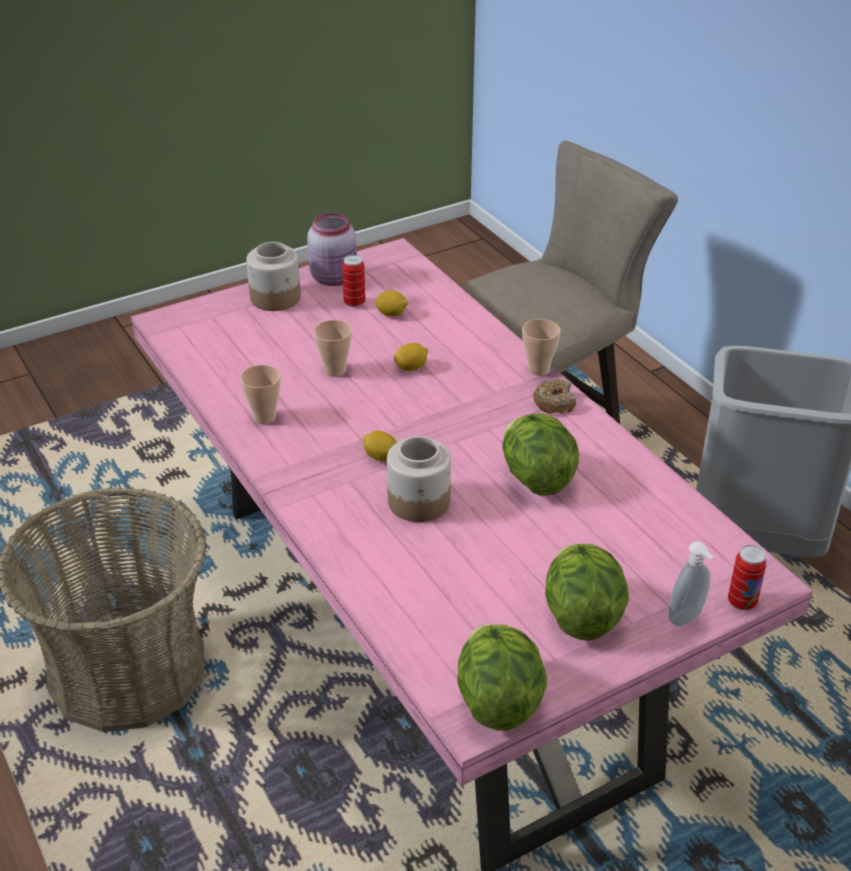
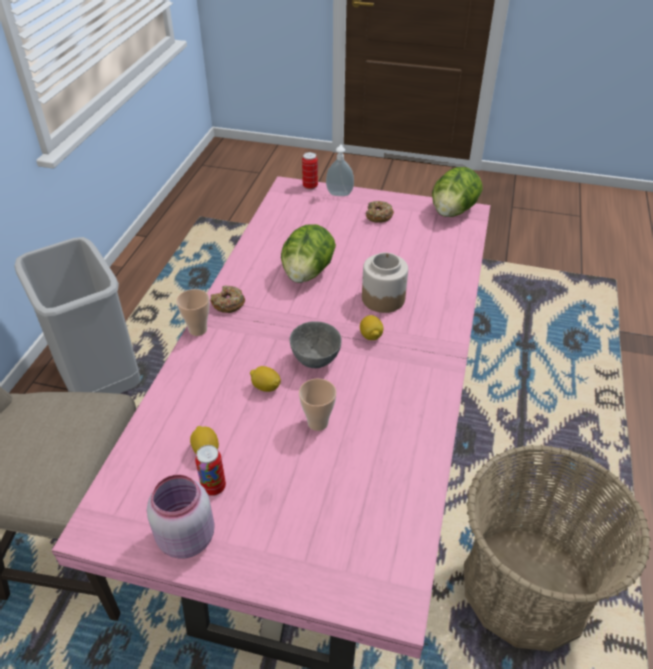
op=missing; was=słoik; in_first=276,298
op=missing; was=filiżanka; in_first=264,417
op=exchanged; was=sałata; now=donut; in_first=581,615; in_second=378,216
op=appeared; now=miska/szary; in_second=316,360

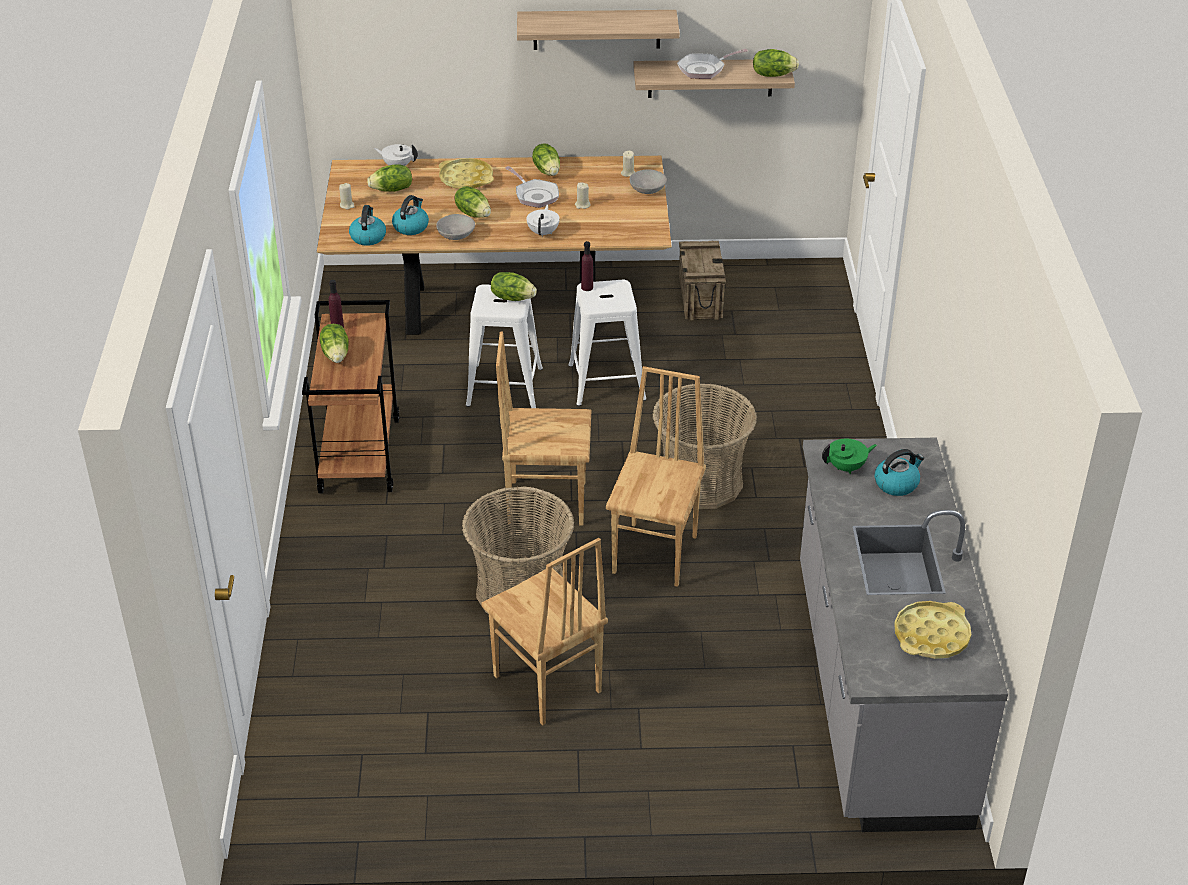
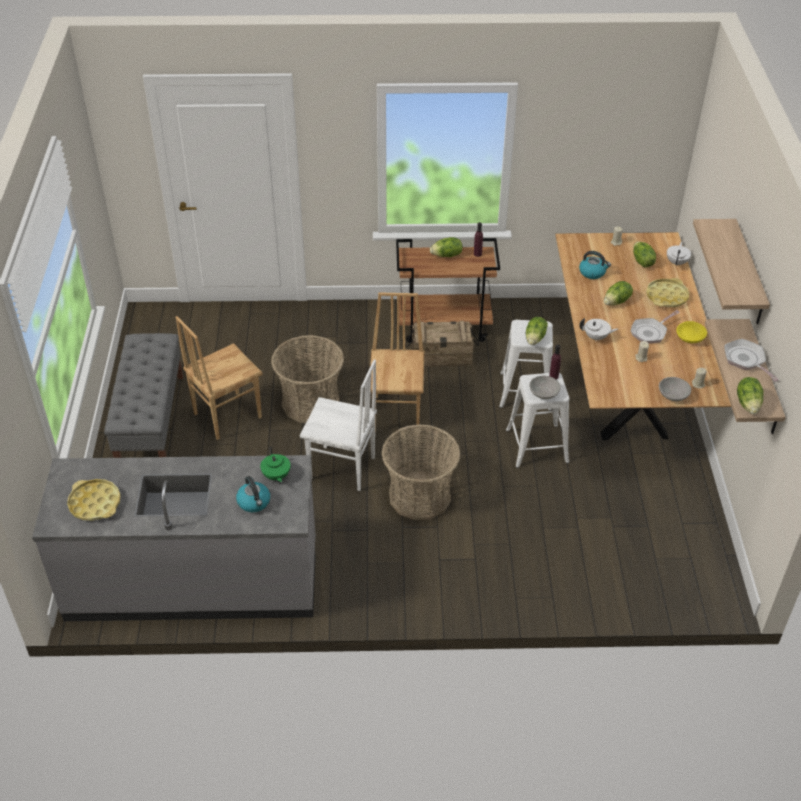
op=exchanged; was=sałata; now=miska/żółty; in_first=547,171; in_second=690,339
op=missing; was=czajnik; in_first=368,237
op=relocated; was=miska/szary; in_first=456,236; in_second=544,393
op=relocated; was=skrzynka; in_first=699,297; in_second=441,356
op=colour; was=krzesło/brązowy; now=krzesło/biały; in_first=656,554; in_second=342,469
op=appeared; now=ławka/szary; in_second=151,421

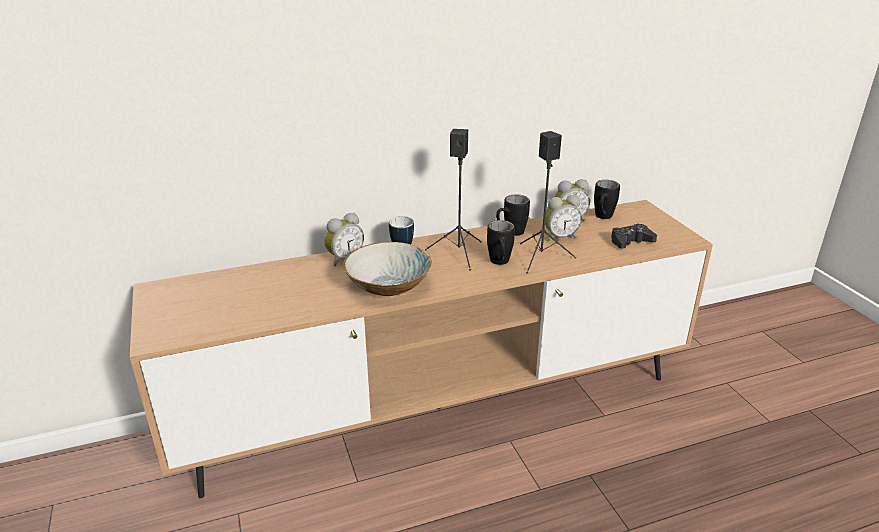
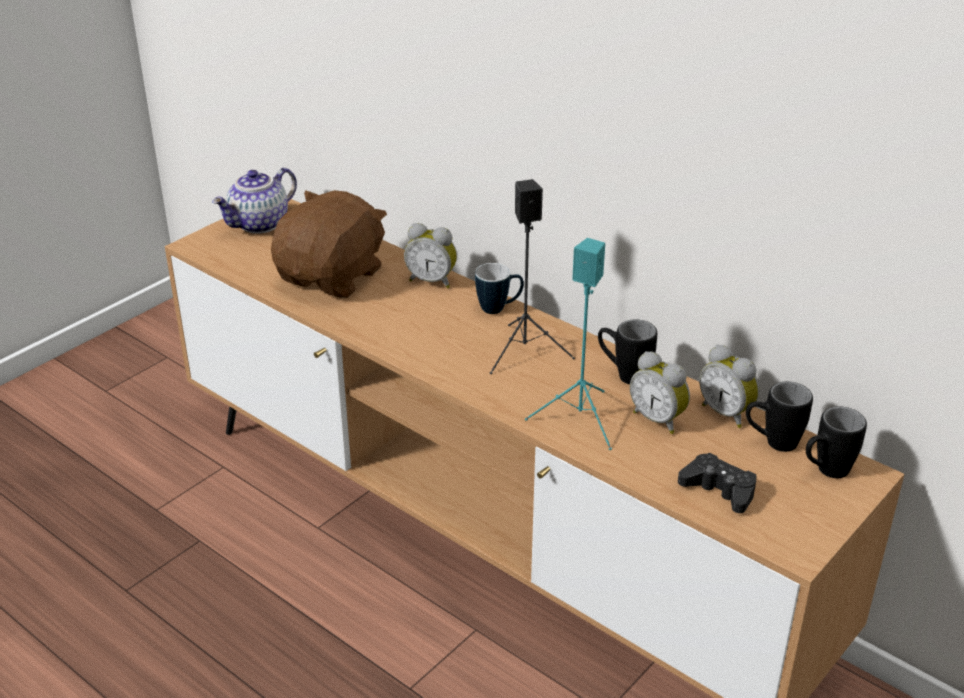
op=colour; was=głośnik/czarny; now=głośnik/turkusowy; in_first=541,257; in_second=580,420
op=relocated; was=kubek/czarny; in_first=500,263; in_second=825,472
op=missing; was=miska; in_first=388,286
op=appeared; now=imbryk; in_second=259,224
op=appeared; now=pluszak/brązowy; in_second=333,277

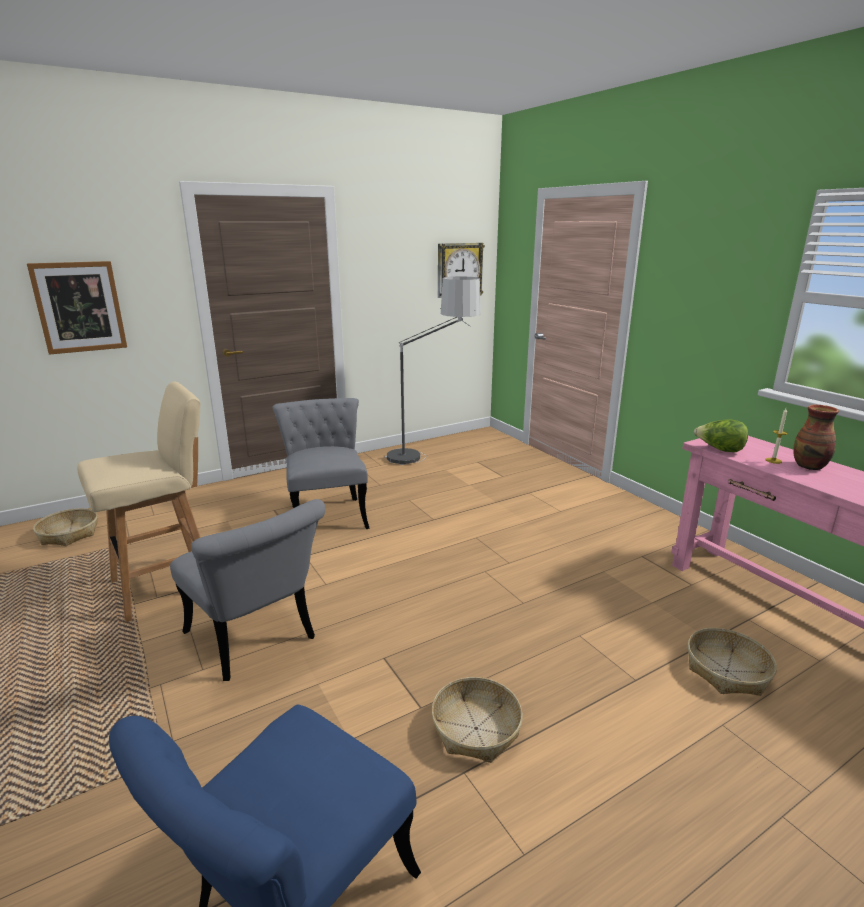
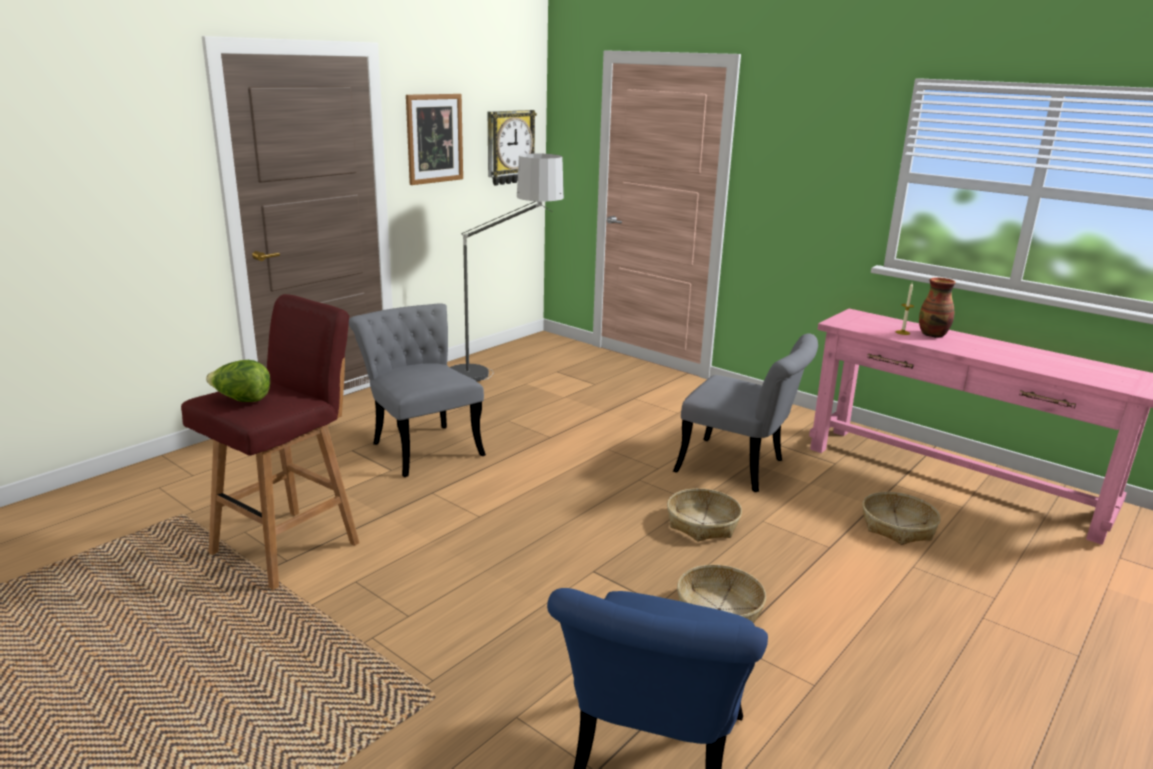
op=relocated; was=obraz; in_first=79,307; in_second=434,138
op=colour; was=stołek/beżowy; now=stołek/czerwony; in_first=167,585; in_second=289,547
op=relocated; was=sałata; in_first=719,450; in_second=241,400
op=relocated; was=krzesło/szary; in_first=257,641; in_second=741,468
op=relocated; was=koszyk; in_first=69,534; in_second=703,524

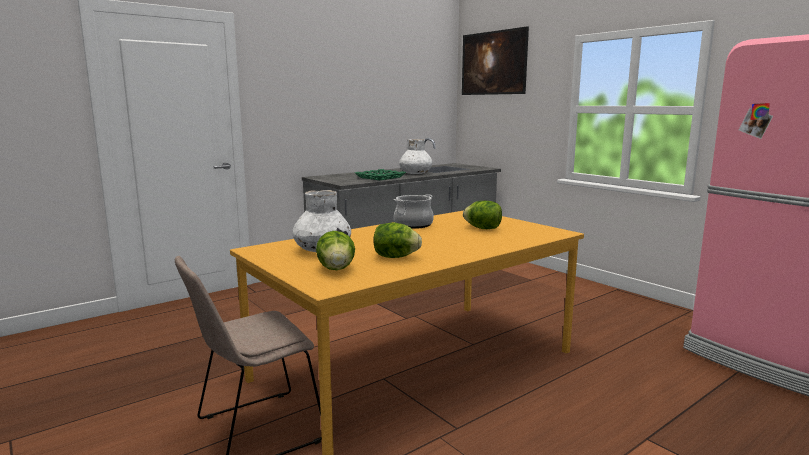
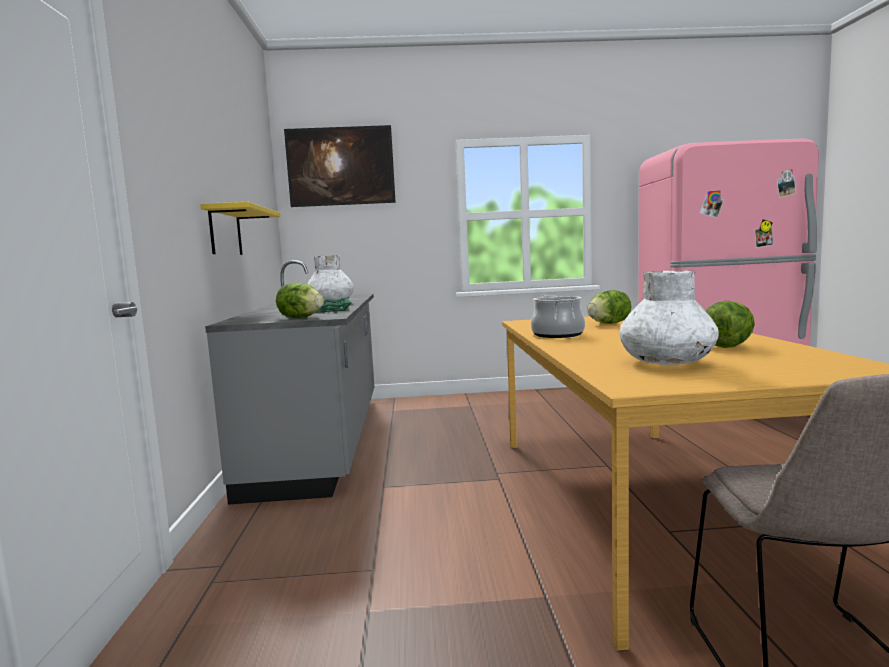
op=relocated; was=sałata; in_first=336,269; in_second=301,318
op=appeared; now=półka/żółty; in_second=225,232

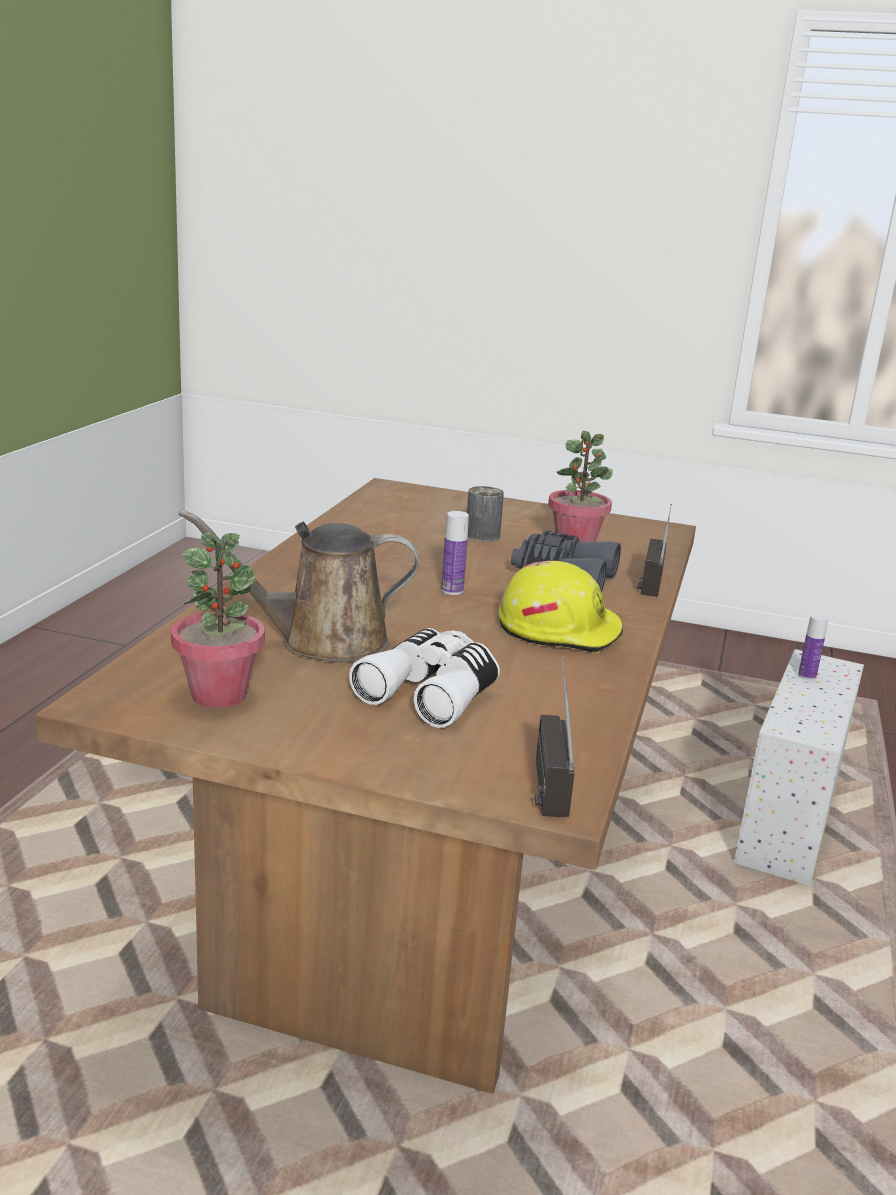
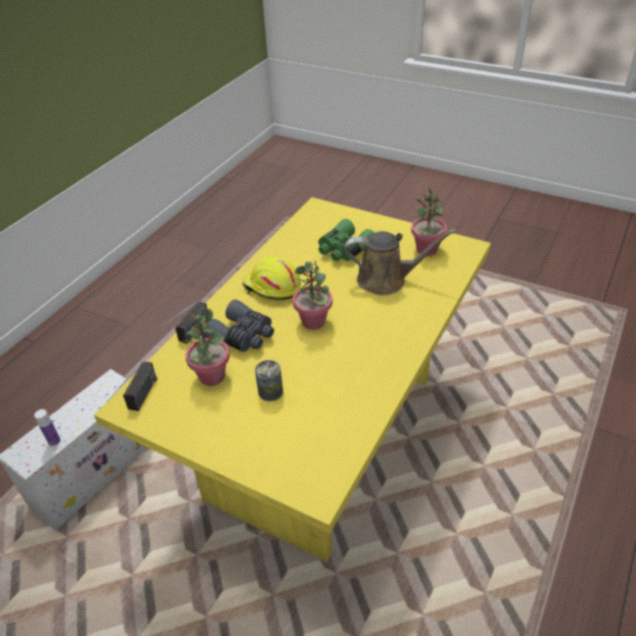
op=colour; was=stół jadalny/brązowy; now=stół jadalny/żółty; in_first=429,890; in_second=323,434
op=exchanged; was=butelka; now=roślina doniczkowa; in_first=452,590; in_second=314,321
op=colour; was=lornetka/biały; now=lornetka/zielony; in_first=432,692; in_second=344,250
op=relocated; was=radio; in_first=546,772; in_second=138,402

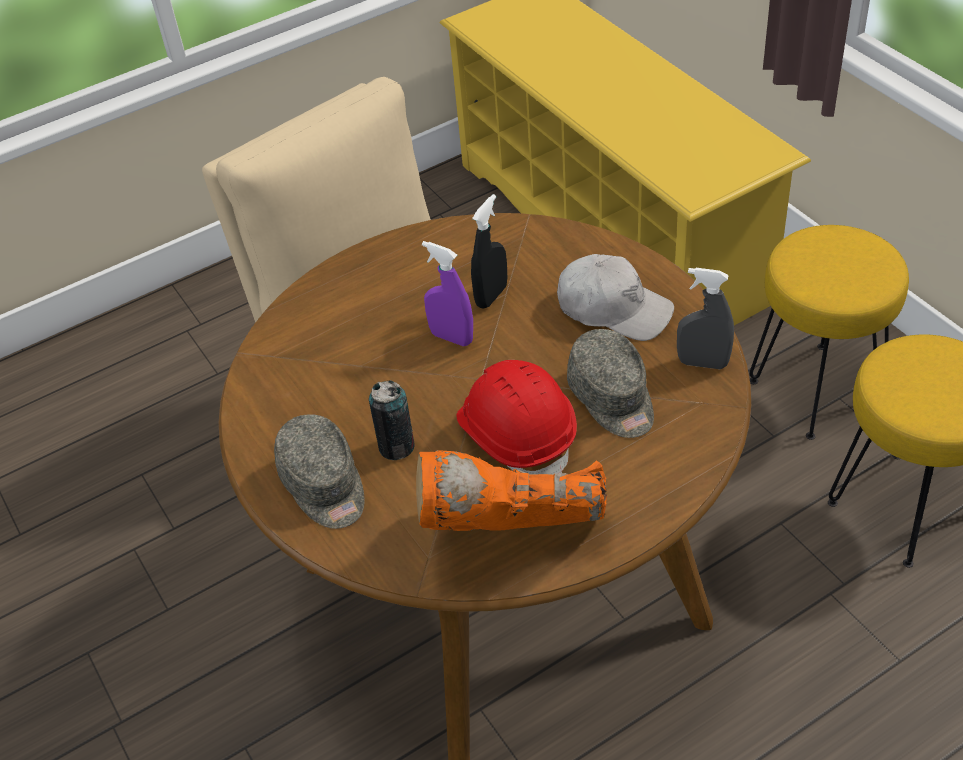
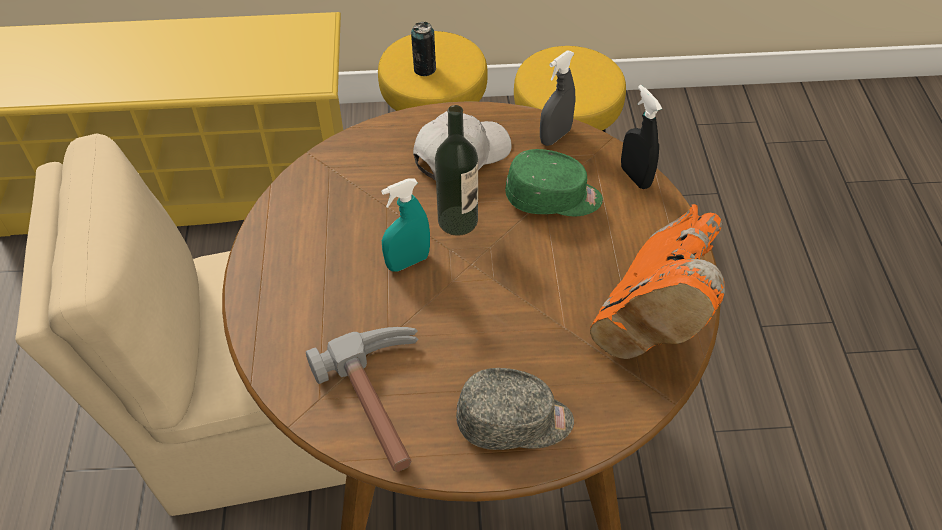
op=relocated; was=spryskiwacz/czarny; in_first=491,296; in_second=635,177
op=colour; was=spryskiwacz/fioletowy; now=spryskiwacz/turkusowy; in_first=451,337; in_second=408,262
op=colour; was=czapka z daszkiem/szary; now=czapka z daszkiem/zielony; in_first=612,399; in_second=553,198
op=missing; was=kask/czerwony; in_first=517,435
op=relocated; was=puszka; in_first=396,447; in_second=424,69
op=appeared; now=butelka; in_second=458,220
op=appeared; now=młotek; in_second=388,402

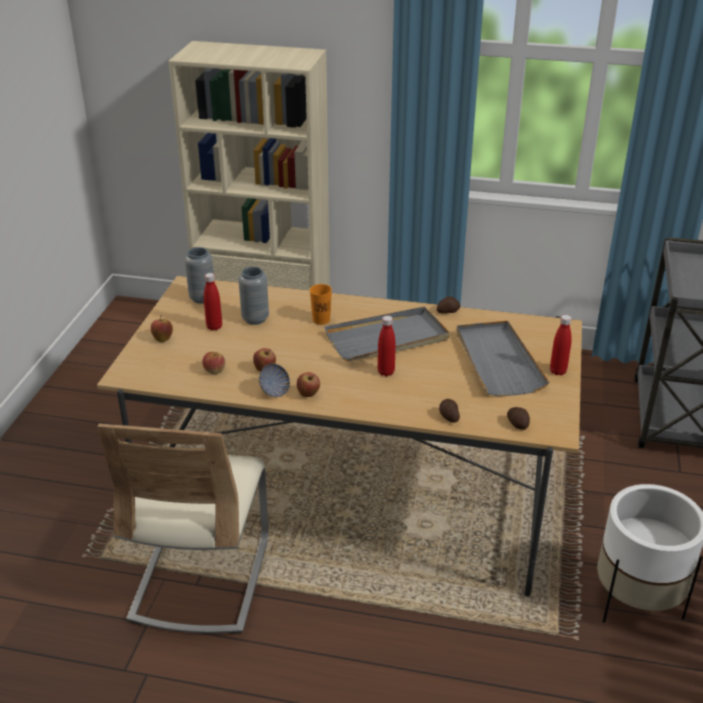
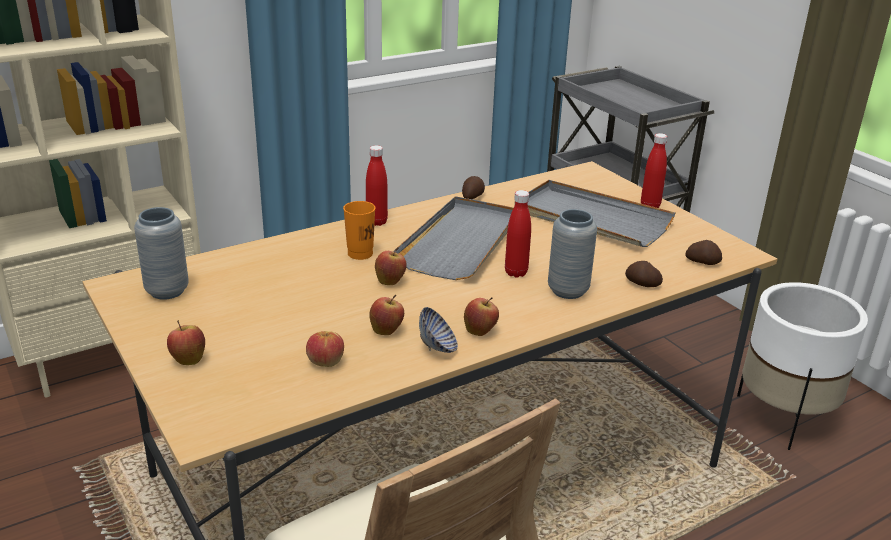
op=relocated; was=wazon/szary; in_first=255,319; in_second=568,291
op=relocated; was=butelka/czerwony; in_first=214,327; in_second=376,222
op=appeared; now=jabłko; in_second=390,281

